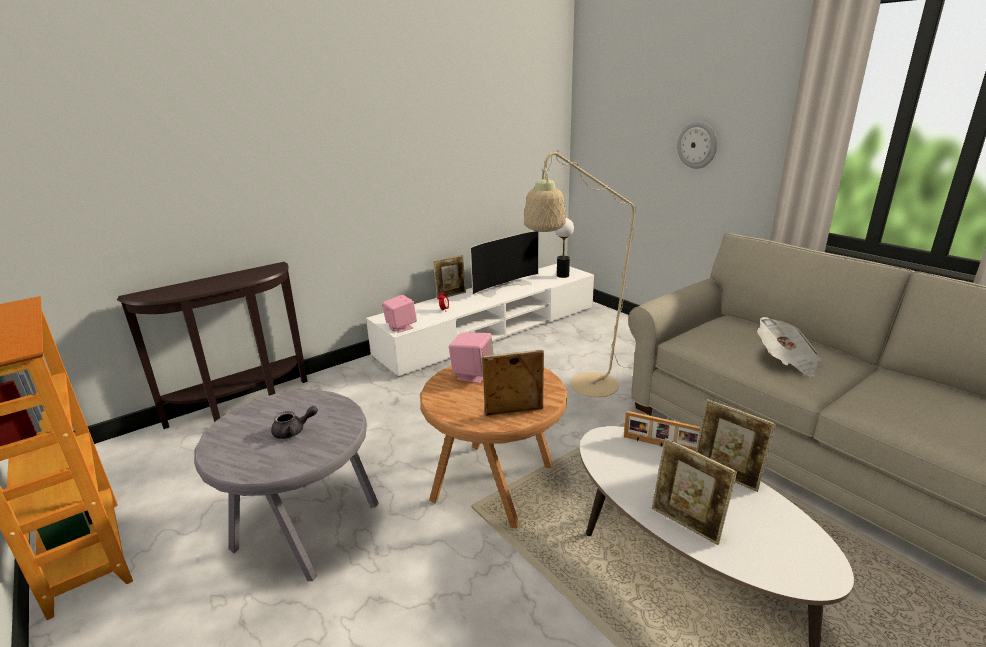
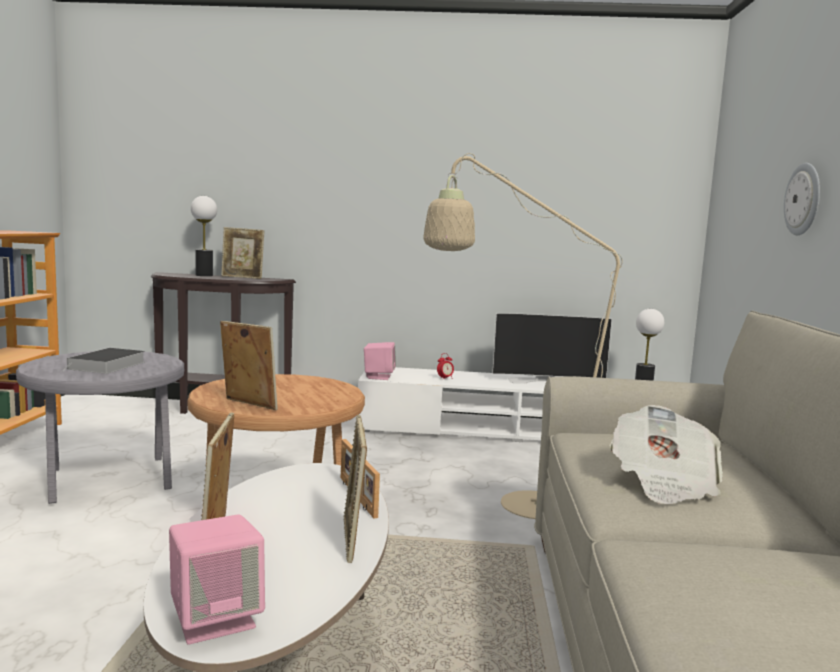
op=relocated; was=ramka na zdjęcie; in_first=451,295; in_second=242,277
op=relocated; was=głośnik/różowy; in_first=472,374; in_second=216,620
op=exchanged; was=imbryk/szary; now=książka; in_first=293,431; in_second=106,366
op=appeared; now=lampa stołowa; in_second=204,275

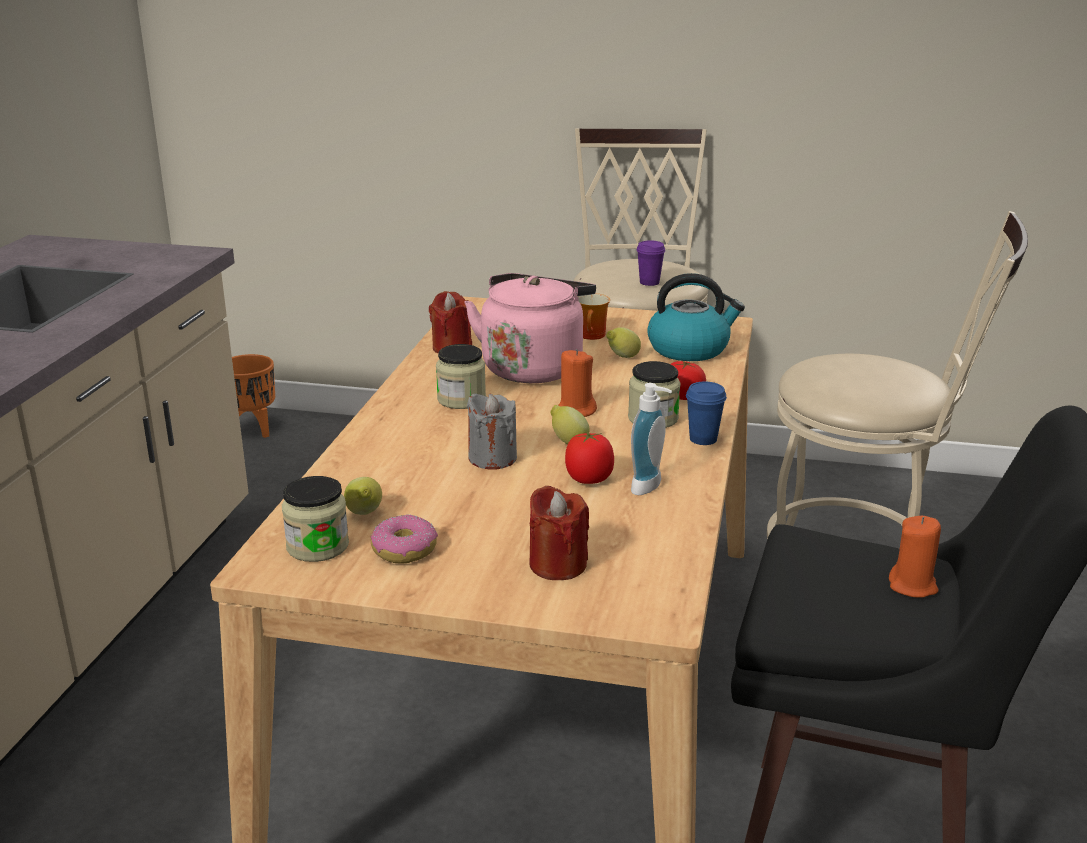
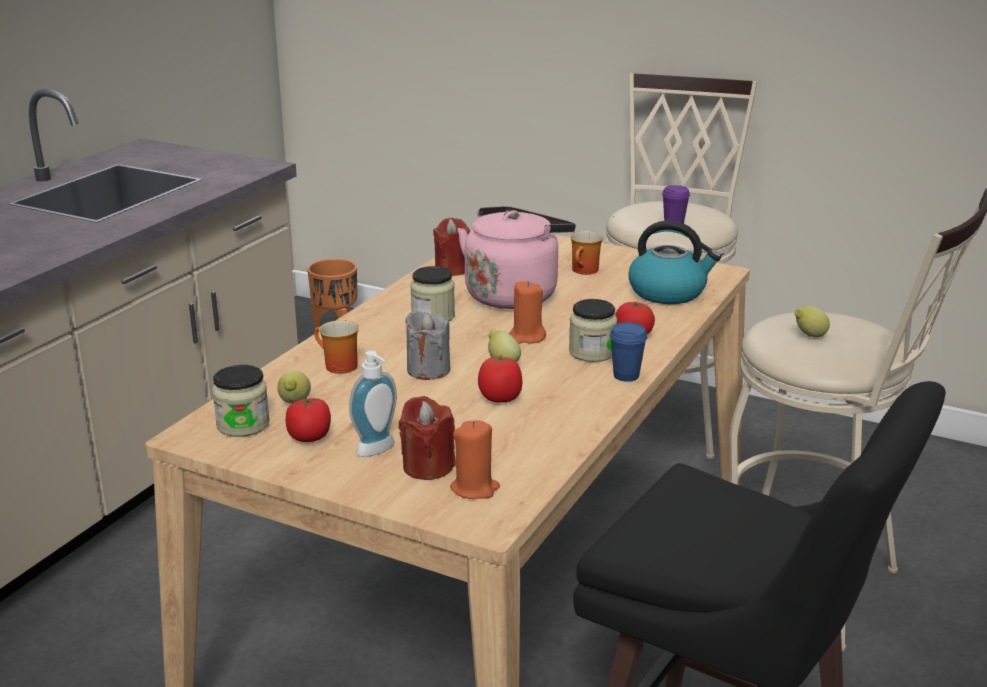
op=relocated; was=cytryna; in_first=622,357; in_second=809,336
op=relocated; was=dozownik mydła; in_first=650,487; in_second=378,451
op=exchanged; was=donut; now=pomidor; in_first=404,550; in_second=309,437
op=relocated; was=świeca/pomarańczowy; in_first=913,586; in_second=474,488
op=appeared; now=kubek; in_second=336,366

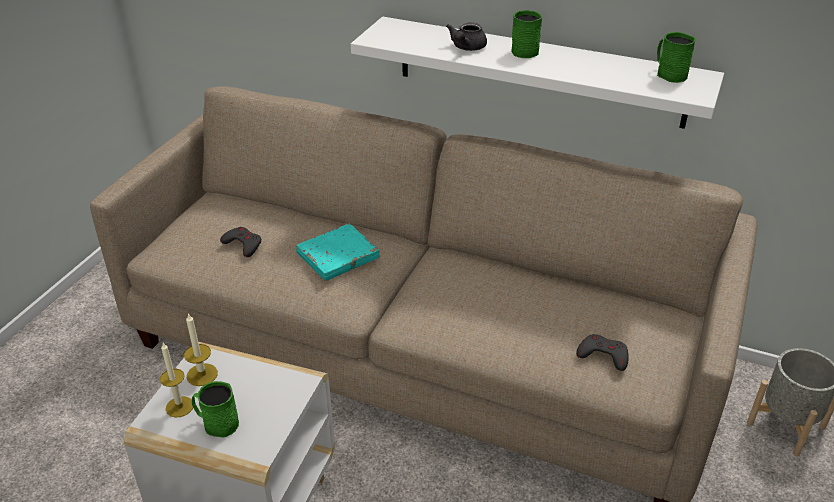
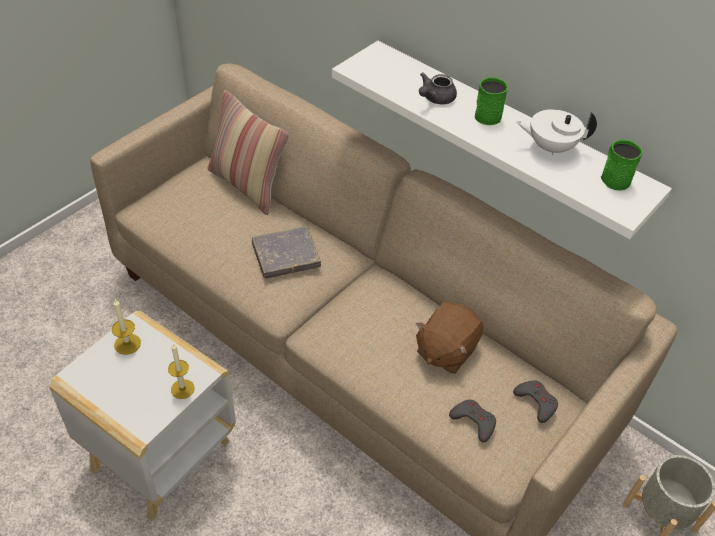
op=colour; was=książka/turkusowy; now=książka/szary; in_first=338,256; in_second=286,255
op=relocated; was=pad do gier/szary; in_first=243,244; in_second=536,402
op=relocated; was=świeca; in_first=179,406; in_second=182,389
op=missing; was=kubek/zielony; in_first=217,423
op=appeared; now=poduszka; in_second=247,186
op=appeared; now=imbryk/biały; in_second=550,147
op=appeared; now=pluszak/brązowy; in_second=445,350

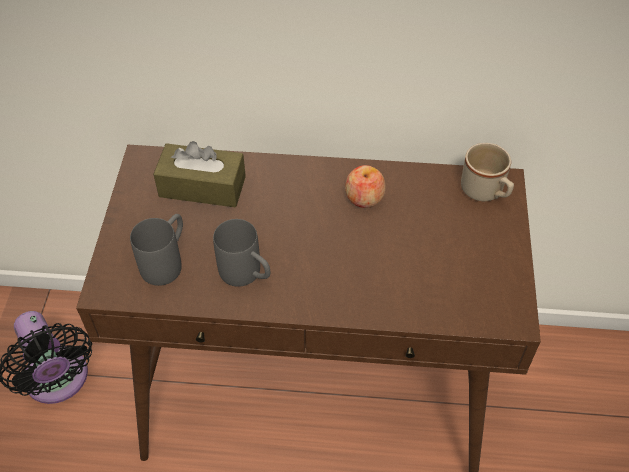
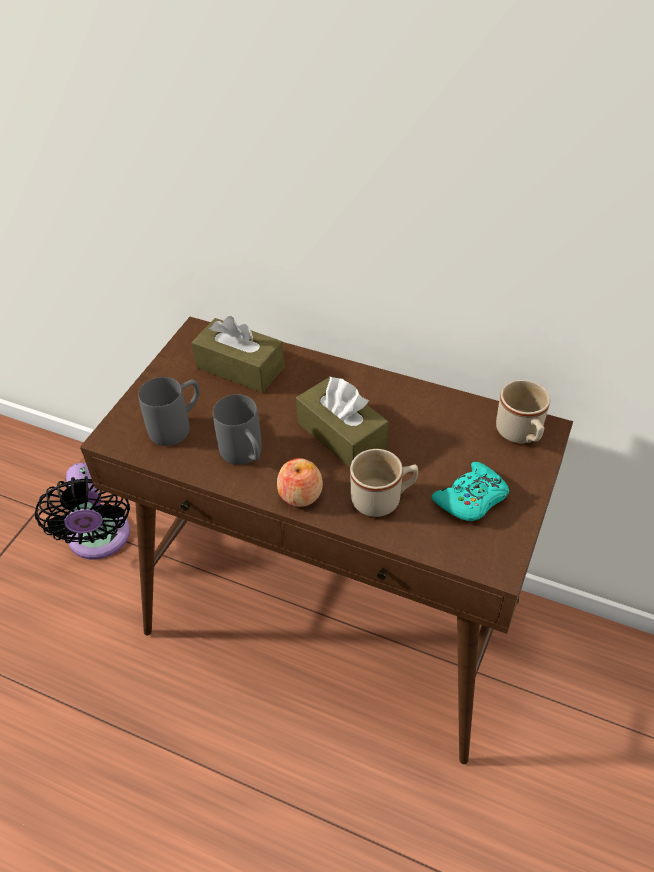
op=relocated; was=jabłko; in_first=364,197; in_second=300,494
op=appeared; now=pudełko chusteczek/brązowy; in_second=341,435
op=appeared; now=kubek/beżowy; in_second=383,499
op=appeared; now=pad do gier/turkusowy; in_second=471,499

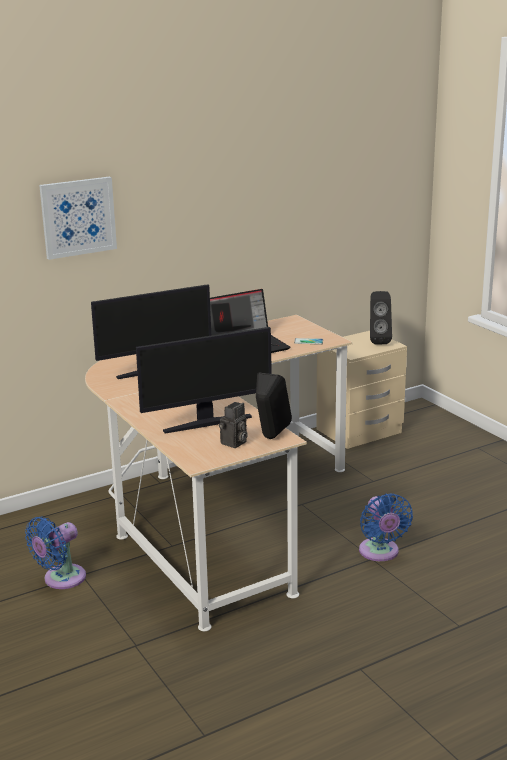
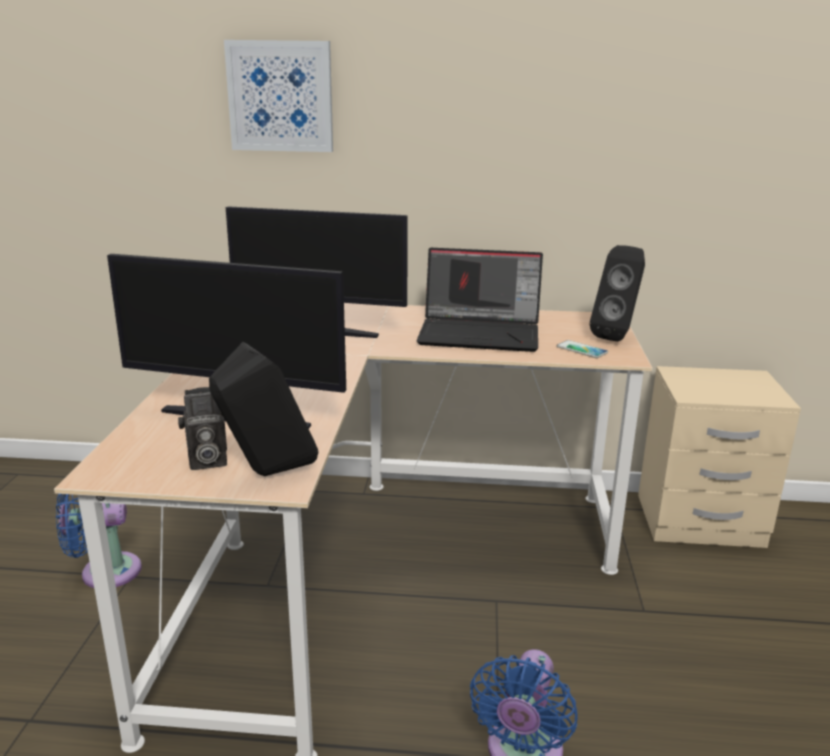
op=relocated; was=głośnik/czarny; in_first=378,341; in_second=617,336

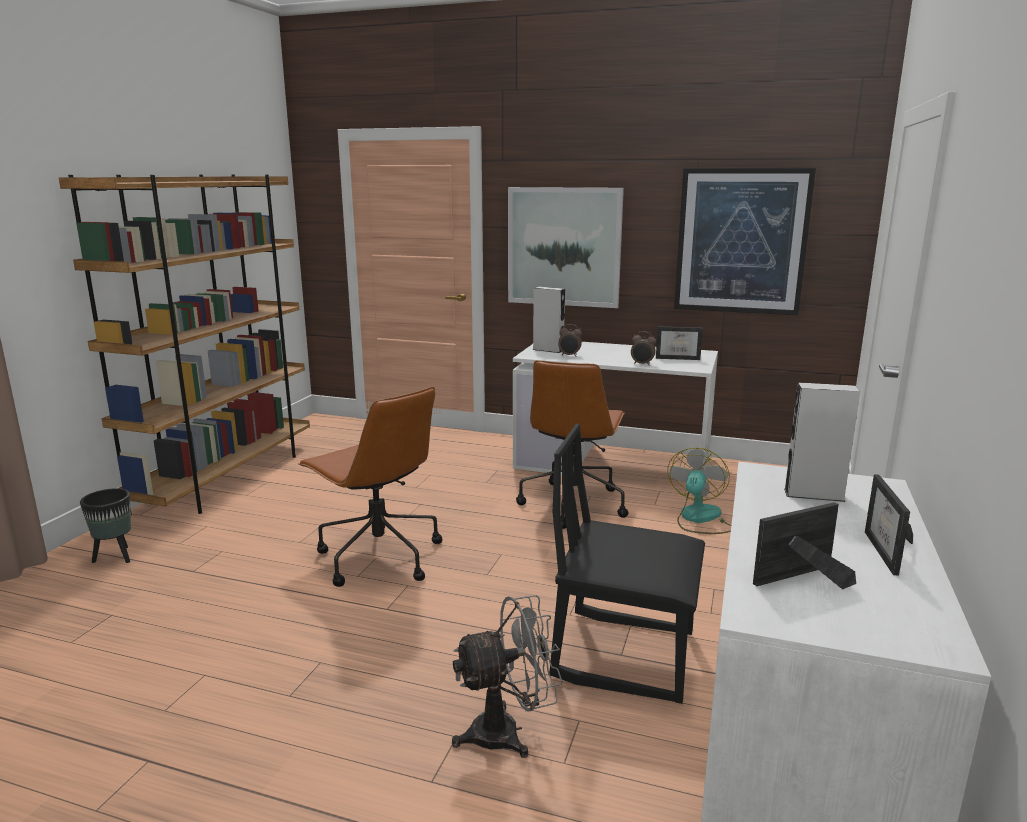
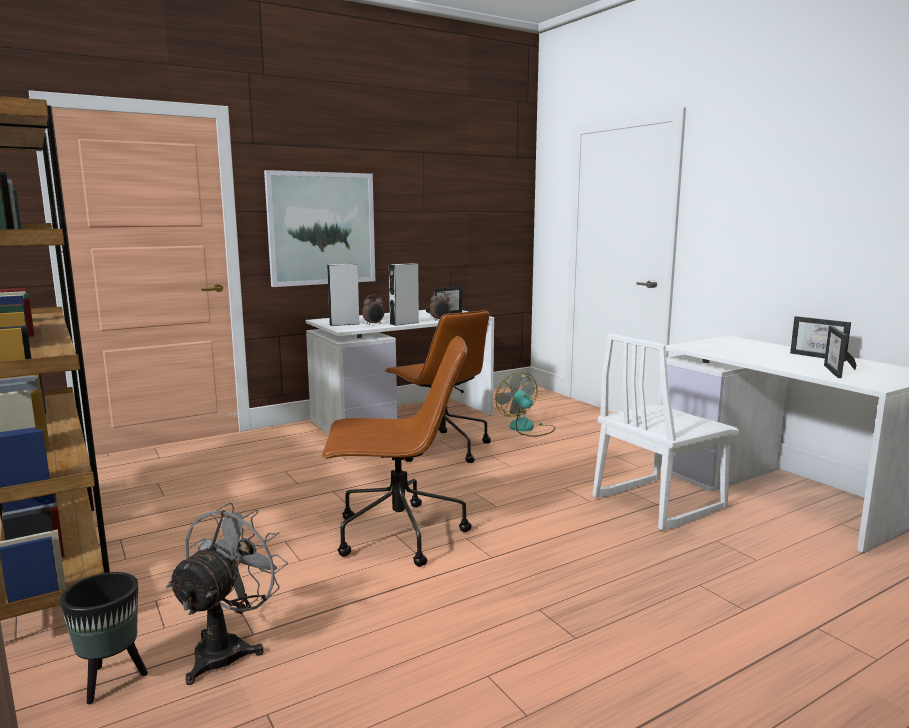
op=missing; was=obraz; in_first=741,241
op=relocated; was=głośnik/szary; in_first=813,494; in_second=404,323
op=colour; was=krzesło/czarny; now=krzesło/biały; in_first=624,654; in_second=657,503
op=relocated; was=wentylator/szary; in_first=507,732; in_second=228,648

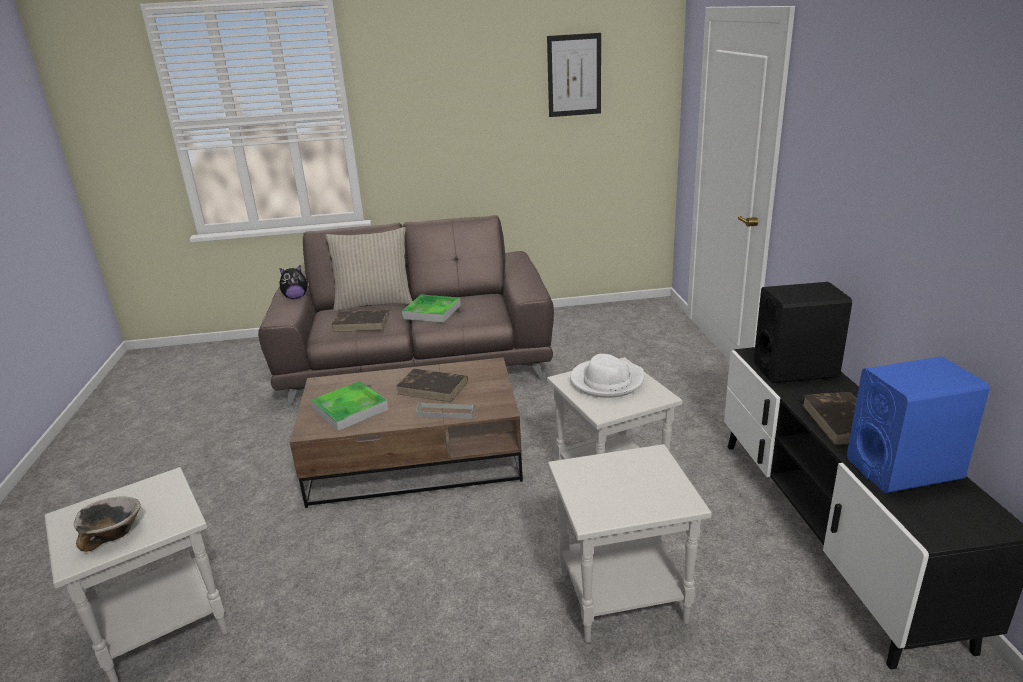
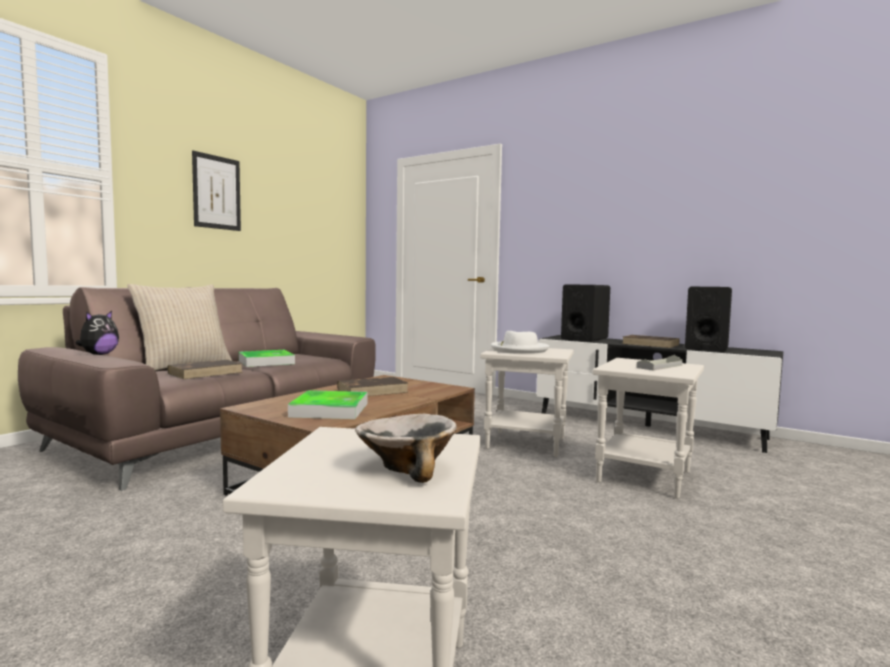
op=relocated; was=obraz; in_first=574,75; in_second=217,192
op=colour; was=głośnik/niebieski; now=głośnik/czarny; in_first=903,469; in_second=706,348
op=relocated; was=taca/szary; in_first=446,412; in_second=659,366

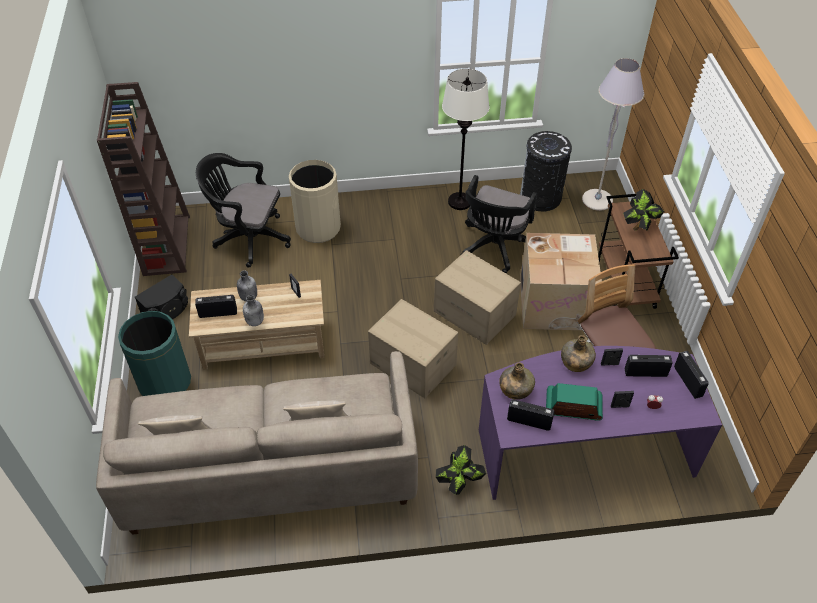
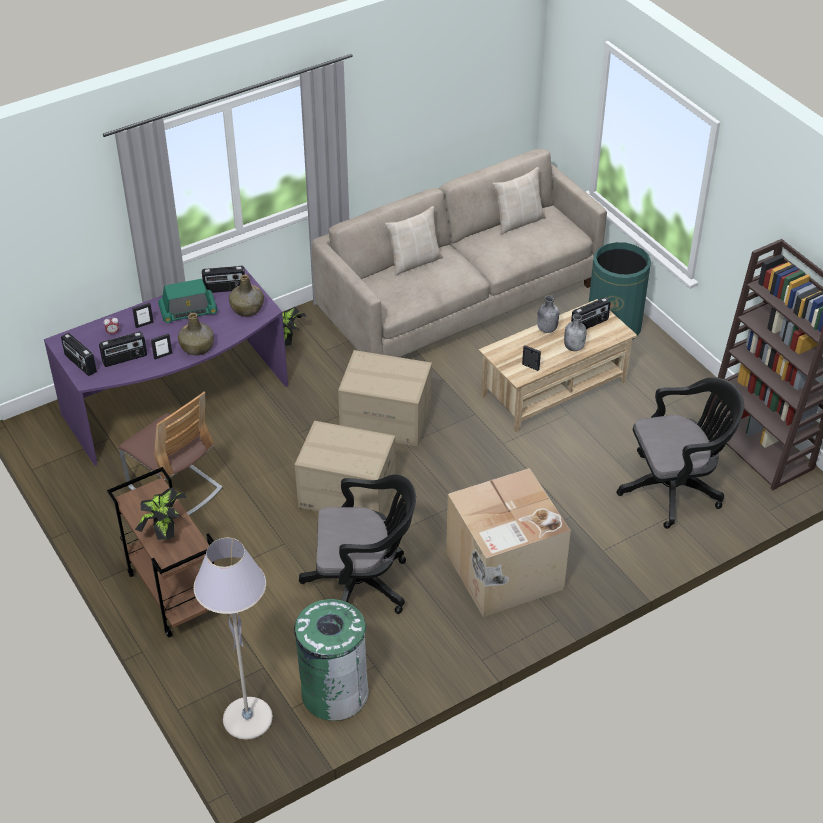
op=missing; was=lampa stojąca/biały; in_first=460,201
op=colour; was=kosz na śmieci/czarny; now=kosz na śmieci/zielony; in_first=540,197; in_second=334,692
op=missing; was=kosz na śmieci/beżowy; in_first=318,228
op=spun; was=krzesło biurowe/czarny; in_first=494,248; in_second=363,585; clockwise=90
op=relocated; was=karton; in_first=555,303; in_second=503,572
op=missing; was=głośnik/czarny; in_first=166,310

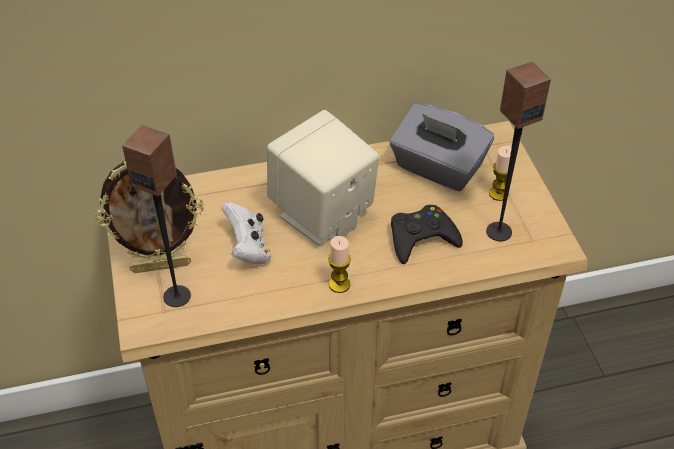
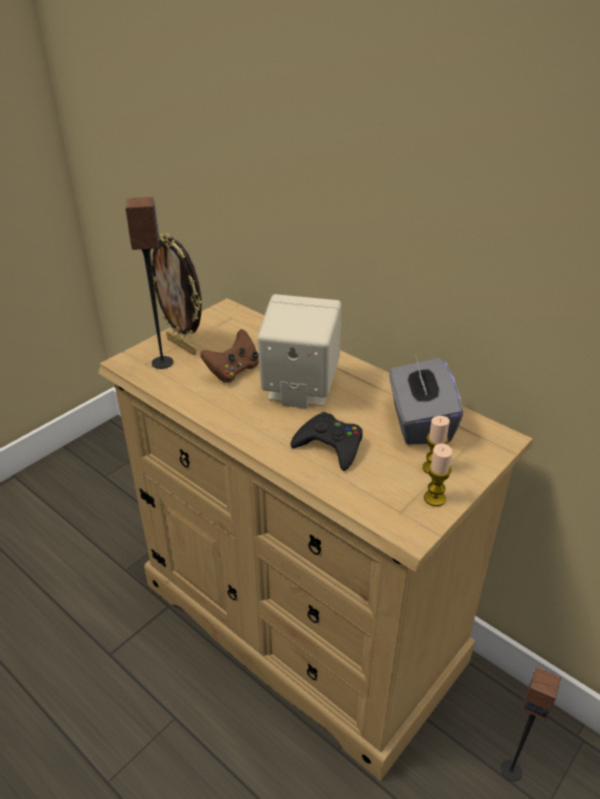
op=relocated; was=głośnik; in_first=498,231; in_second=511,770
op=colour; was=pad do gier/biały; now=pad do gier/brązowy; in_first=248,248; in_second=233,371
op=relocated; was=świeca; in_first=339,284; in_second=434,498

